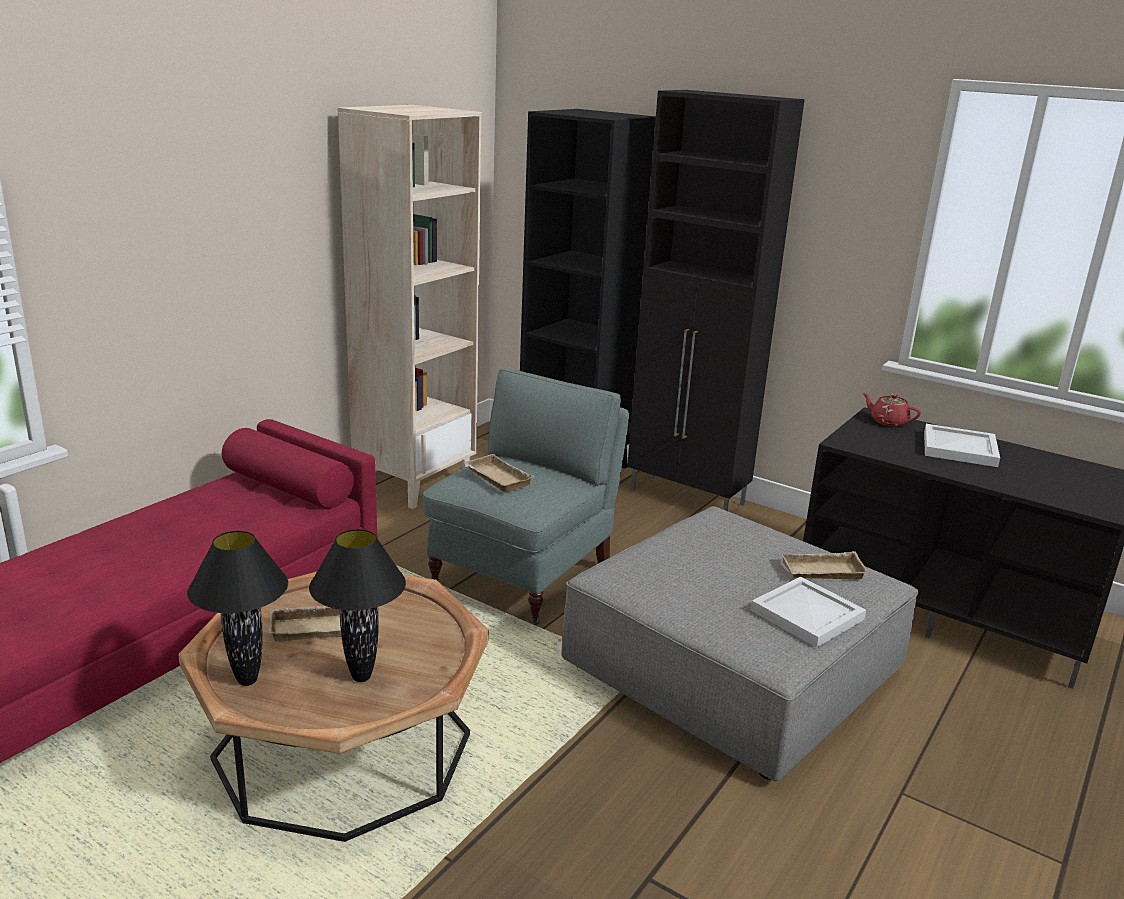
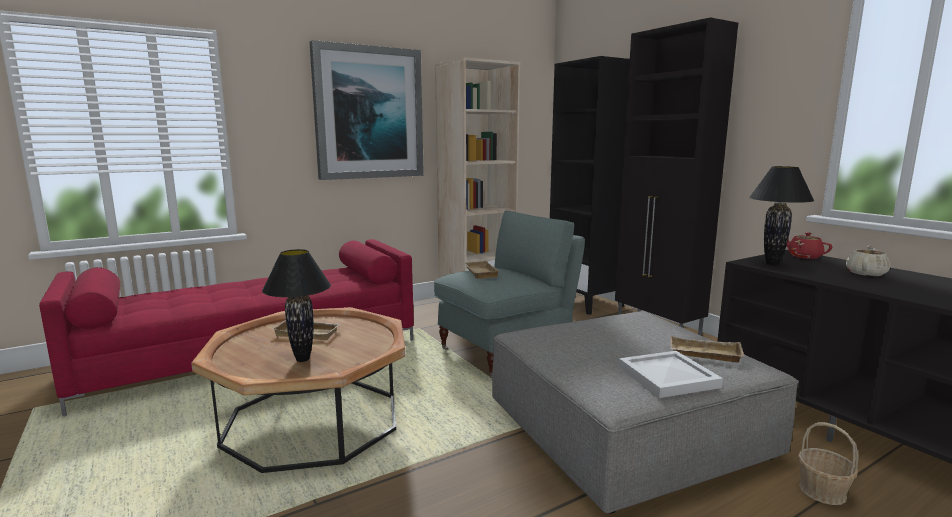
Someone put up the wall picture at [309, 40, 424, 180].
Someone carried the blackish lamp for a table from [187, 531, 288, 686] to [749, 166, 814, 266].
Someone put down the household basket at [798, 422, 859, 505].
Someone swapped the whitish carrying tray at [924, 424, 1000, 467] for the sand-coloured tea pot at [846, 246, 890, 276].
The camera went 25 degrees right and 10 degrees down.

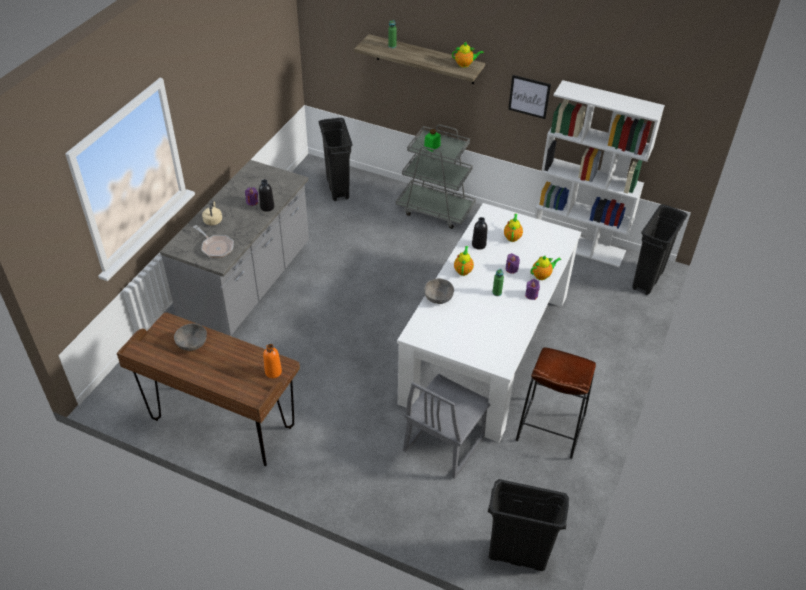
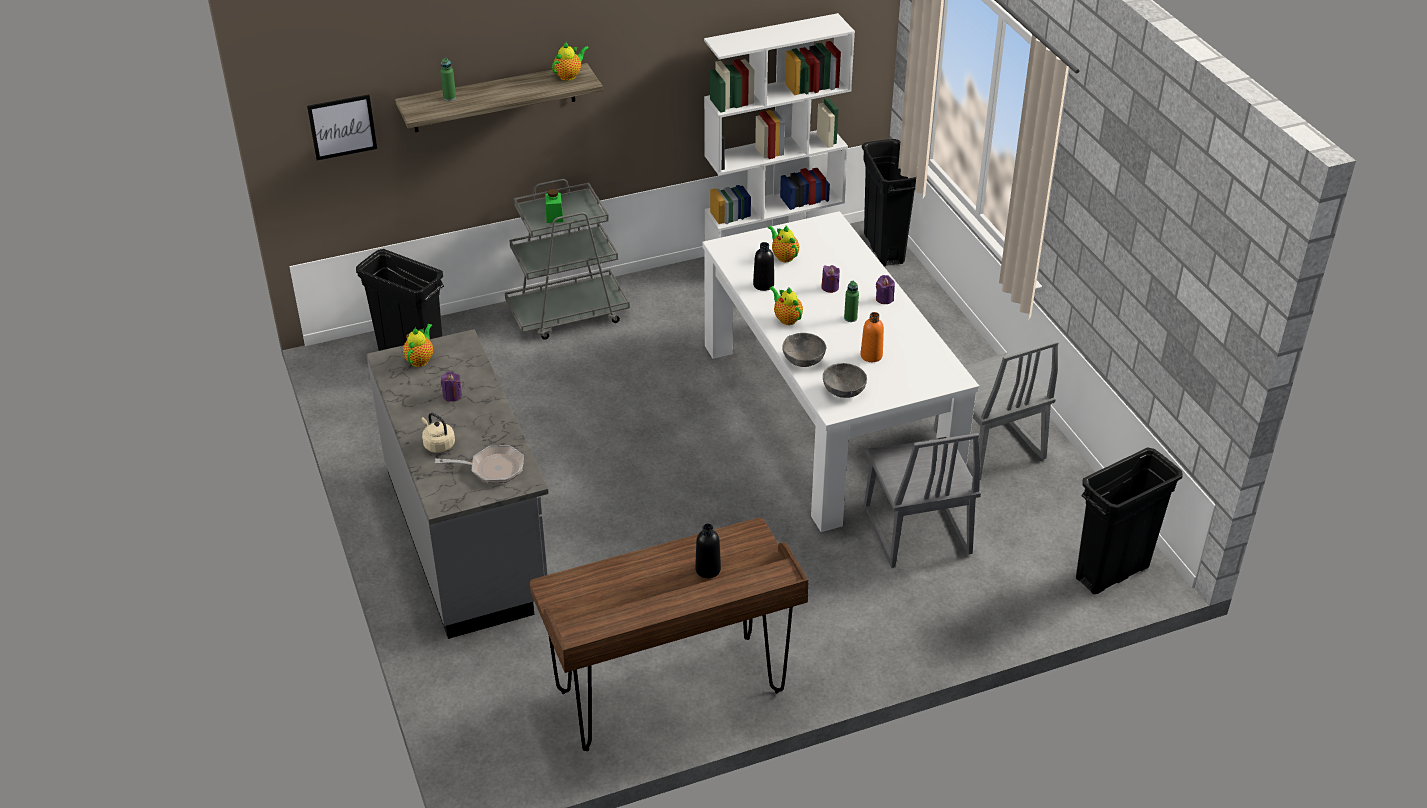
Someone carried the wall picture from [508, 75, 551, 119] to [307, 94, 377, 160].
Someone carried the tea pot from [530, 255, 561, 280] to [403, 324, 433, 367].
Someone carried the blackish bottle from [259, 179, 274, 212] to [695, 524, 721, 578].
Someone carried the grey bowl from [174, 323, 207, 351] to [823, 363, 867, 398].
Someone carried the orange-coloured bottle from [263, 344, 282, 378] to [860, 312, 884, 362].
Someone swapped the brownish sitting stool at [516, 347, 596, 459] for the grey chair at [934, 341, 1059, 480].
The camera went 45 degrees left and 5 degrees down.

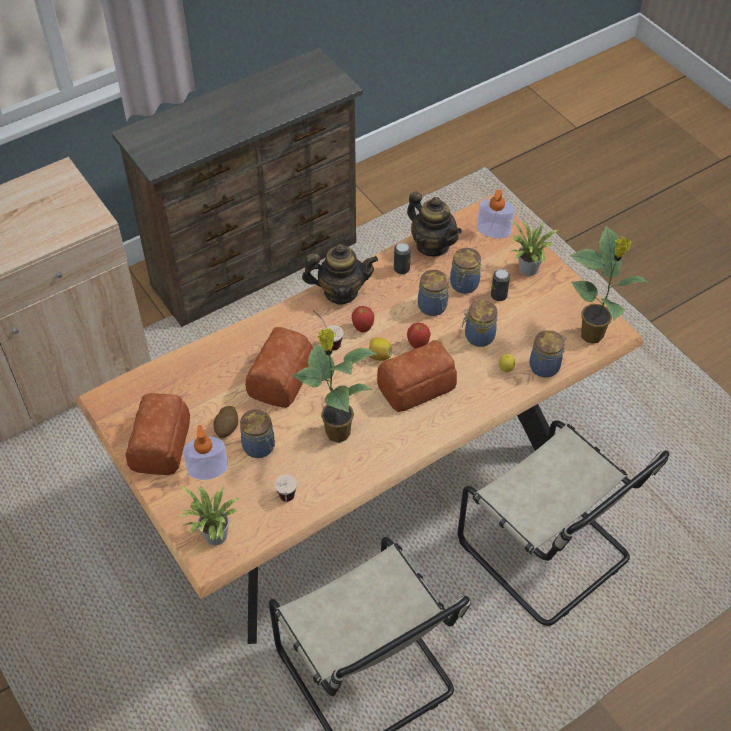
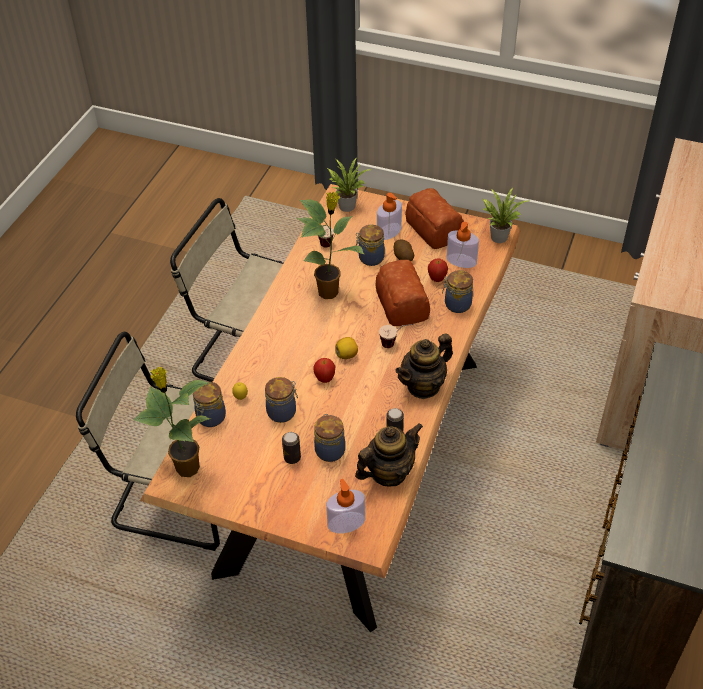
Someone rotated the tea pot at [407, 192, 462, 257] by 135 degrees clockwise.
Someone carried the apple from [352, 306, 374, 332] to [428, 259, 448, 282].
Someone carried the preserve jar from [418, 270, 448, 316] to [442, 270, 473, 313].
Someone put down the soap dispenser at [446, 222, 479, 268].
Someone carried the potted plant from [509, 220, 558, 276] to [482, 187, 528, 243].
Someone took away the bread at [377, 340, 457, 412].
The camera went 145 degrees right and 5 degrees down.

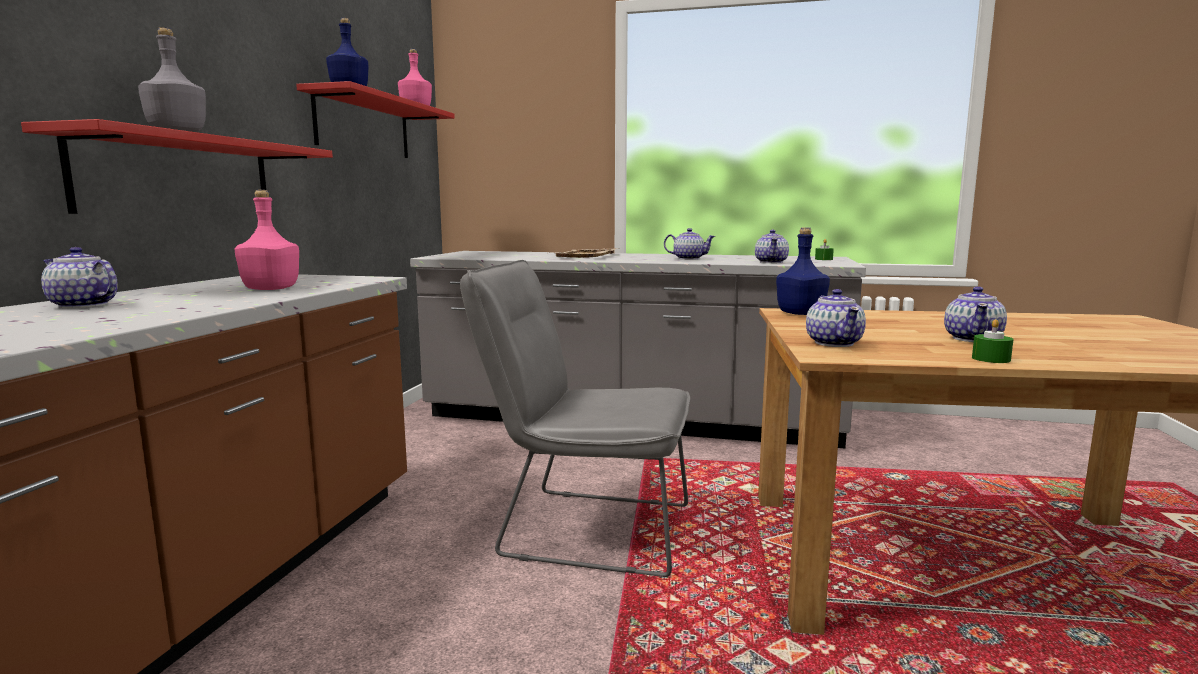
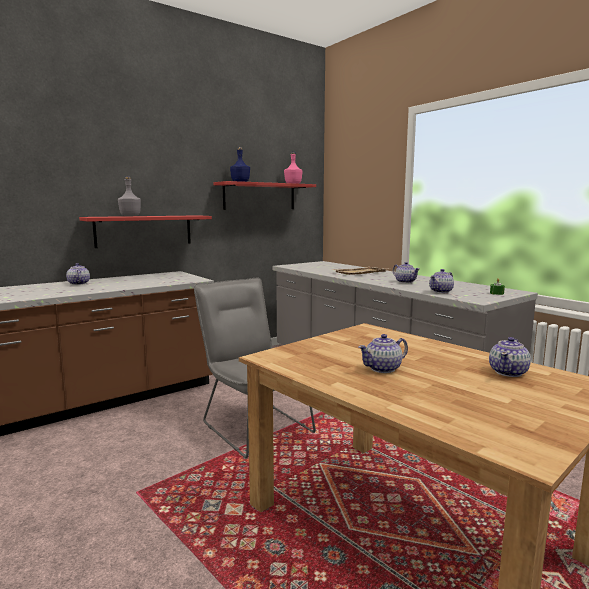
Someone carried the tea pot from [806, 289, 866, 347] to [489, 337, 531, 377].
Someone took away the pink-coloured bottle at [234, 190, 299, 290].
Someone took away the blue-coloured bottle at [776, 227, 830, 315].
Someone took away the green-coloured wax light at [972, 319, 1014, 363].
The camera went 40 degrees right and 0 degrees up.

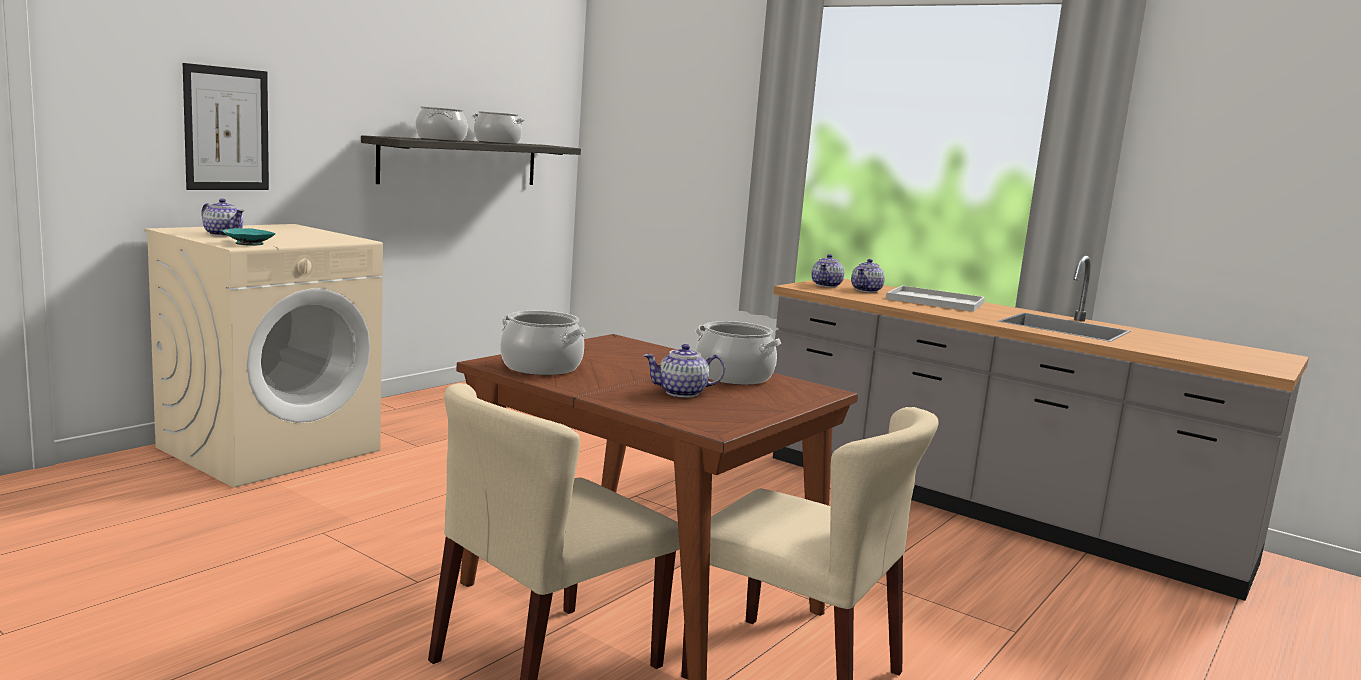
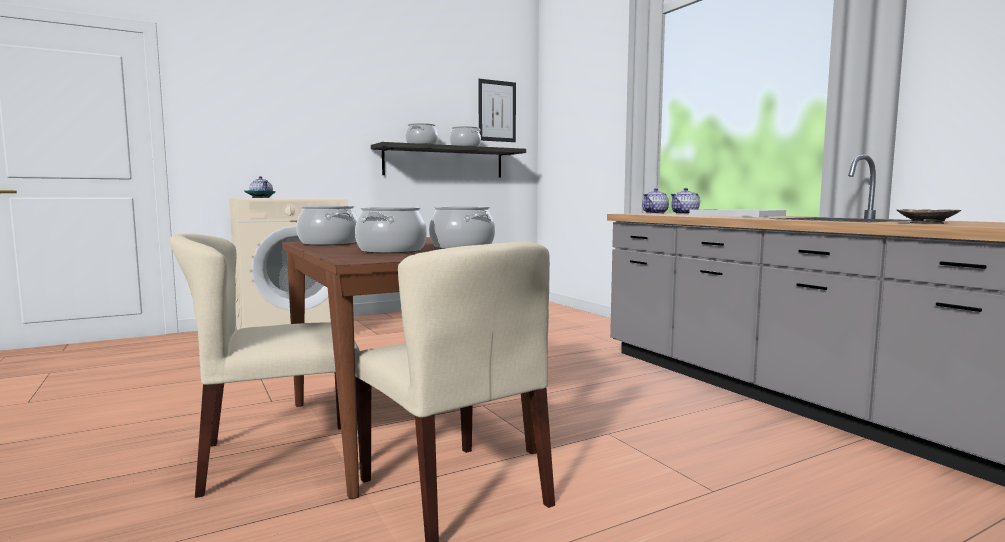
Someone swapped the tea pot at [643, 344, 725, 398] for the cooking pot at [355, 207, 427, 253].
Someone carried the wall picture from [183, 63, 269, 190] to [478, 79, 516, 142].
Someone put down the brownish bowl at [896, 209, 961, 224].
The camera went 25 degrees right and 5 degrees down.

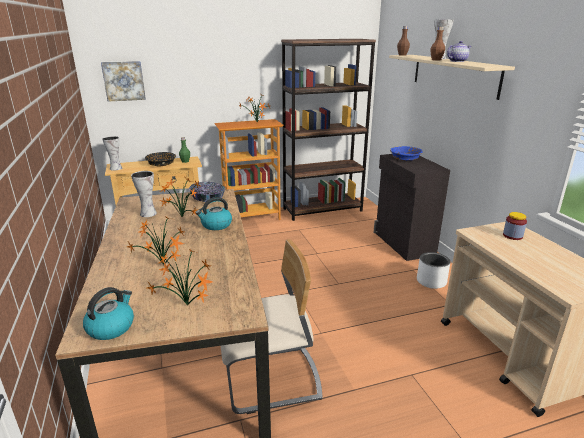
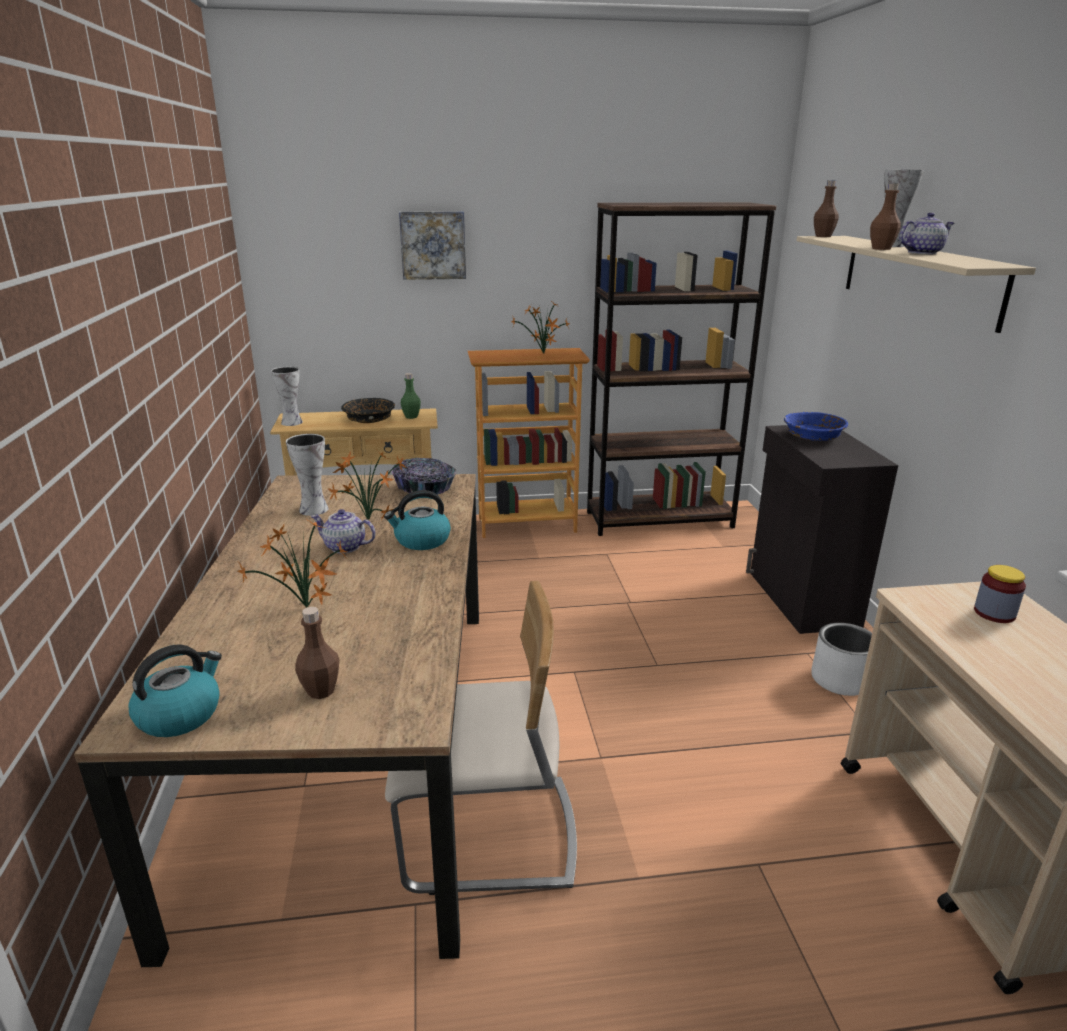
Someone swapped the potted plant at [147, 249, 213, 305] for the brownish bottle at [295, 607, 339, 699].
Someone put down the tea pot at [311, 509, 375, 554].
Someone carried the wall picture from [101, 61, 146, 102] to [399, 211, 466, 280].
The camera went 10 degrees right and 0 degrees up.

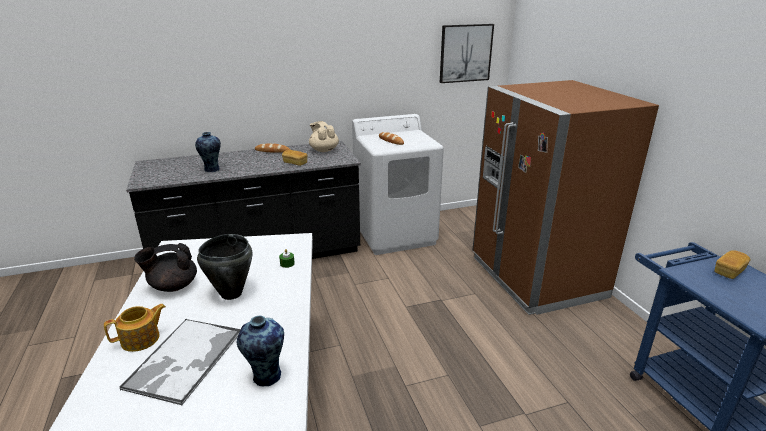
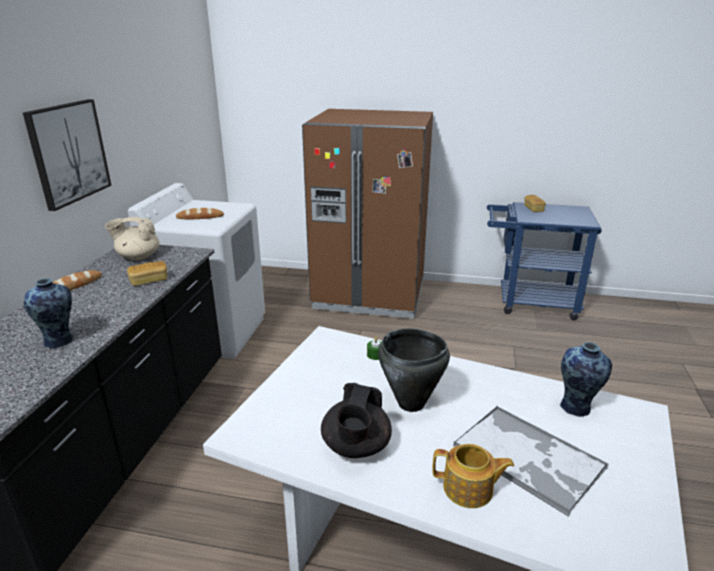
Someone carried the wall picture from [440, 24, 494, 83] to [23, 99, 112, 211].
Someone rotated the tea pot at [104, 304, 166, 352] by 105 degrees clockwise.
The camera went 60 degrees left and 0 degrees up.

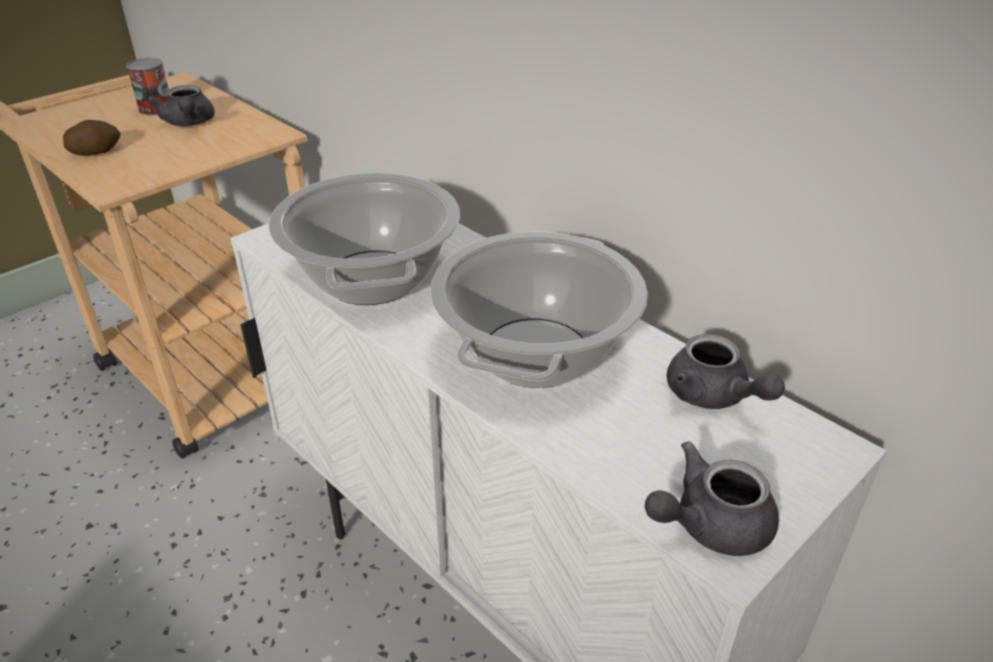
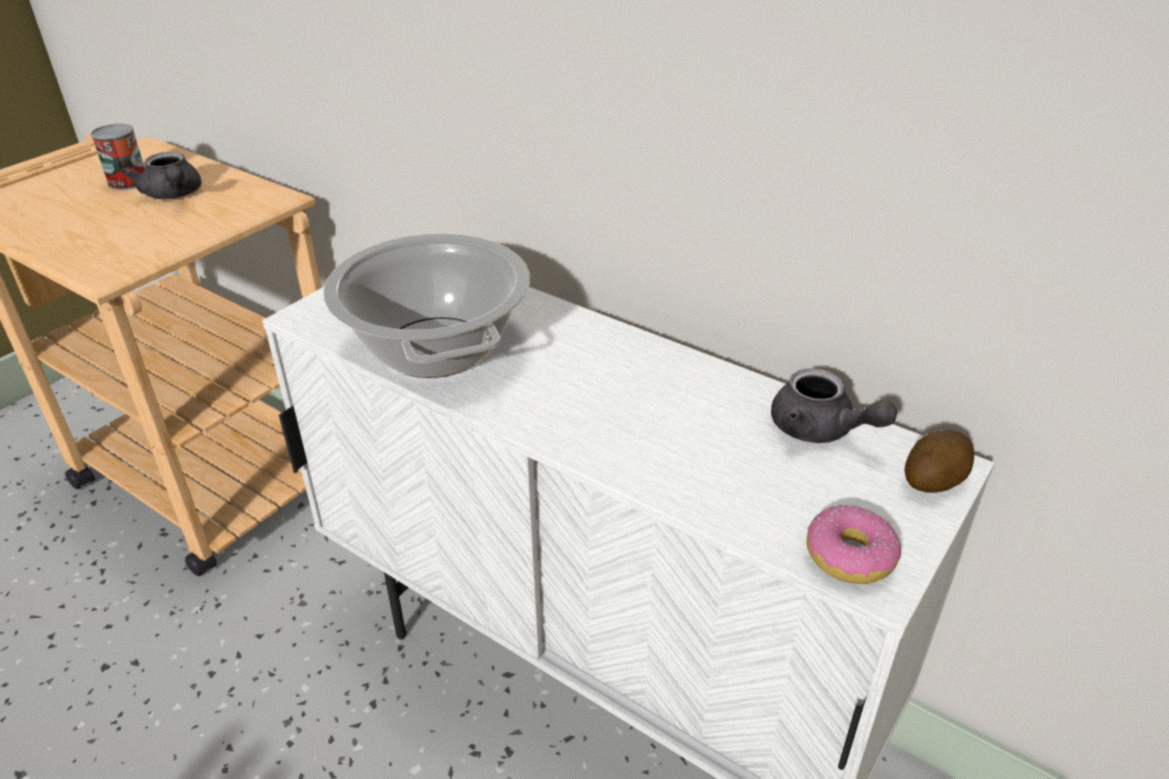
Someone swapped the grey tea pot at [645, 441, 779, 556] for the doughnut at [806, 505, 901, 584].
Someone carried the whole potato from [63, 120, 121, 156] to [904, 430, 974, 493].
Someone took away the cooking pot at [430, 231, 648, 388].
The camera went 10 degrees left and 0 degrees up.

